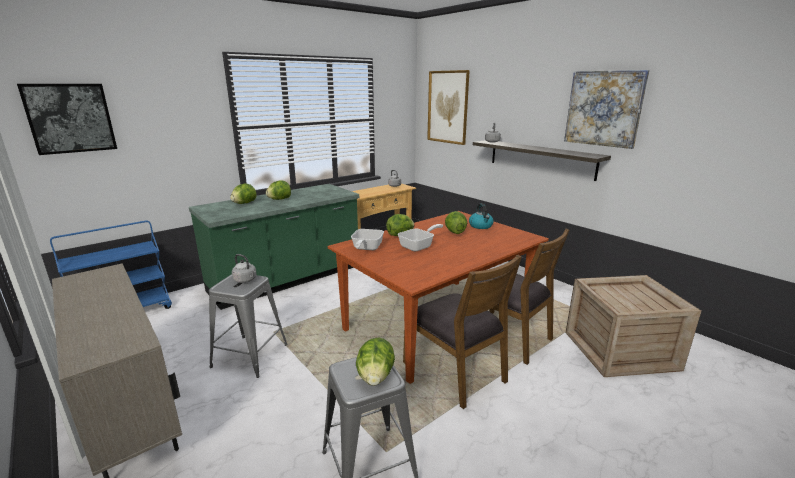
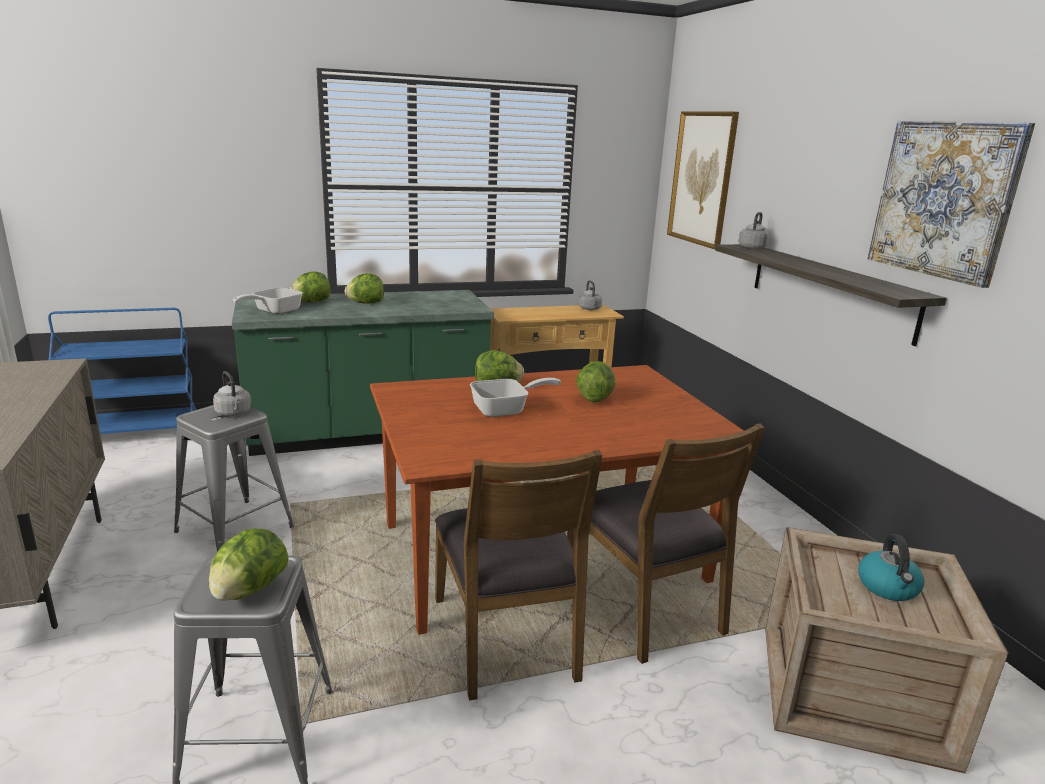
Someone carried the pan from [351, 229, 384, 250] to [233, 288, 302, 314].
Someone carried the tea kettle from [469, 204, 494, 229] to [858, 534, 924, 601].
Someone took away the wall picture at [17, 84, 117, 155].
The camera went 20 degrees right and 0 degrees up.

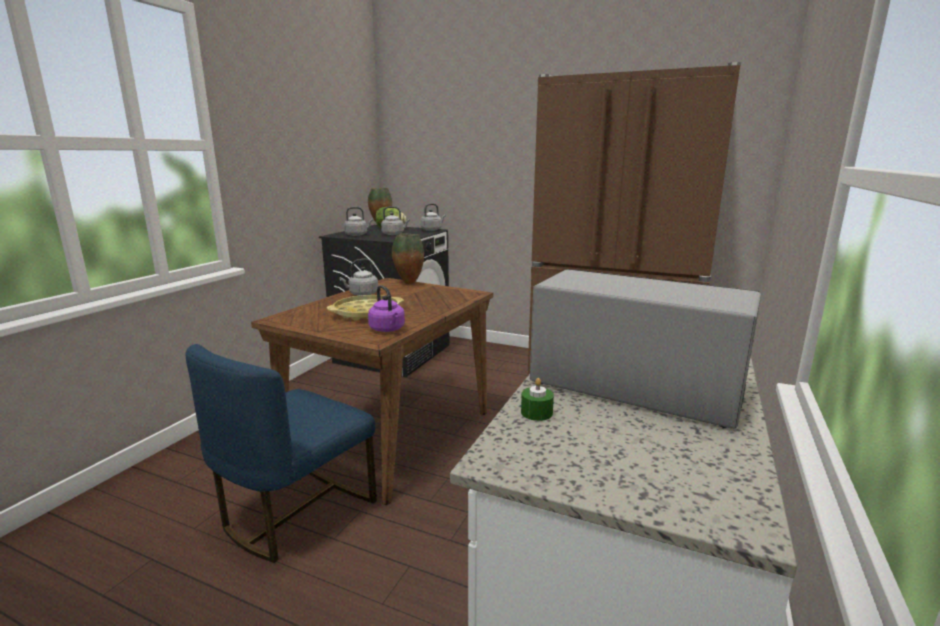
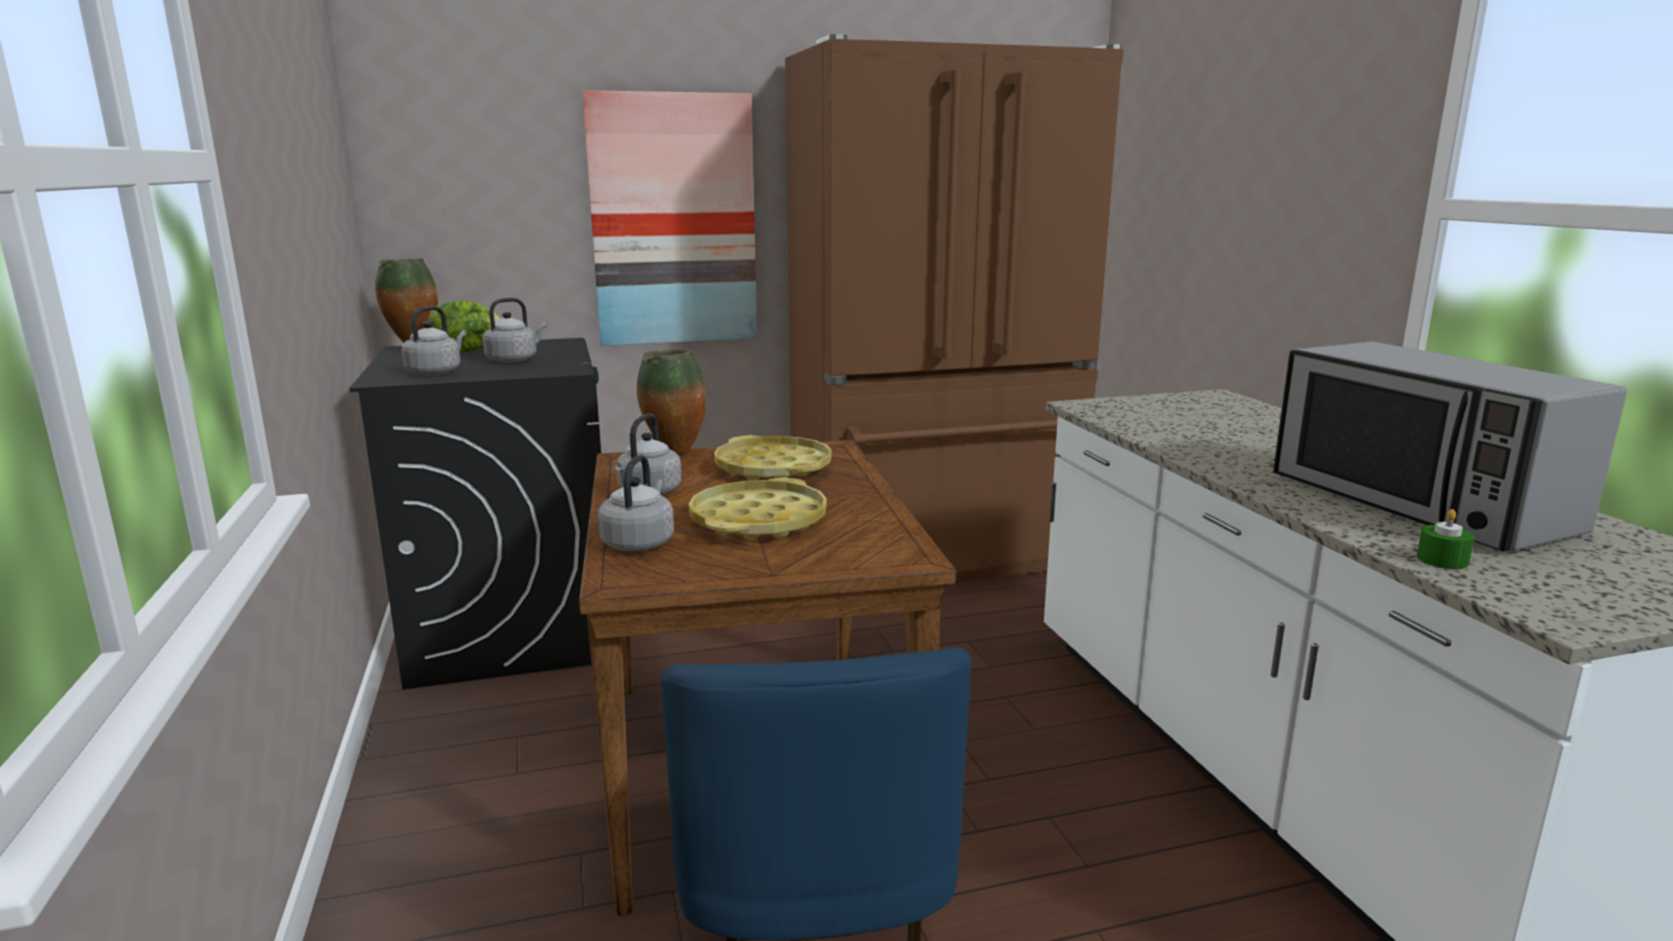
Someone put up the wall picture at [582, 90, 757, 346].
Someone carried the grey tea kettle from [420, 203, 446, 231] to [598, 455, 674, 551].
Someone put down the yellow carrying tray at [714, 435, 832, 481].
Someone rotated the microwave oven at [530, 269, 761, 429] by 105 degrees counterclockwise.
Someone took away the purple-coloured tea kettle at [368, 285, 405, 332].
The camera went 40 degrees left and 0 degrees up.

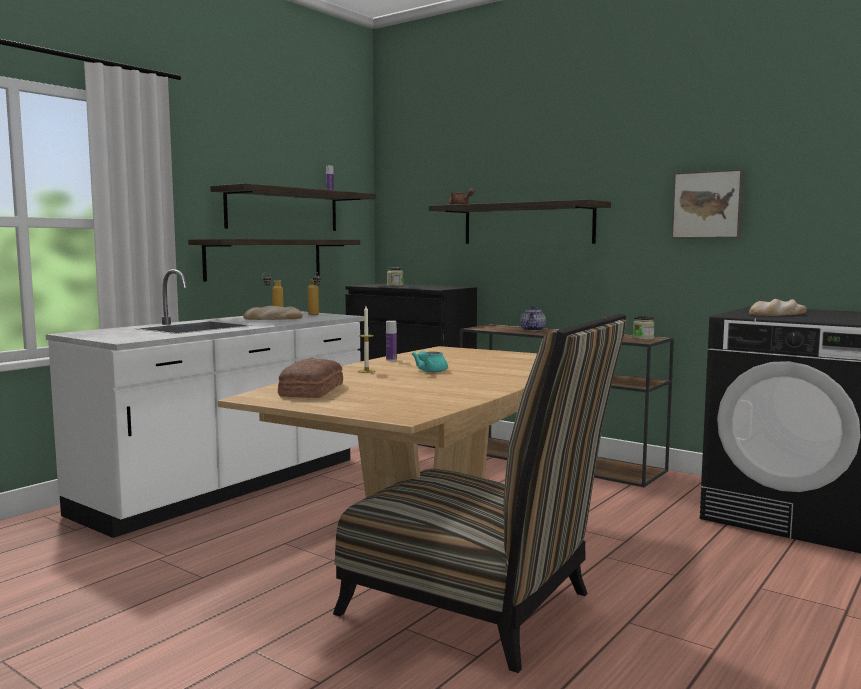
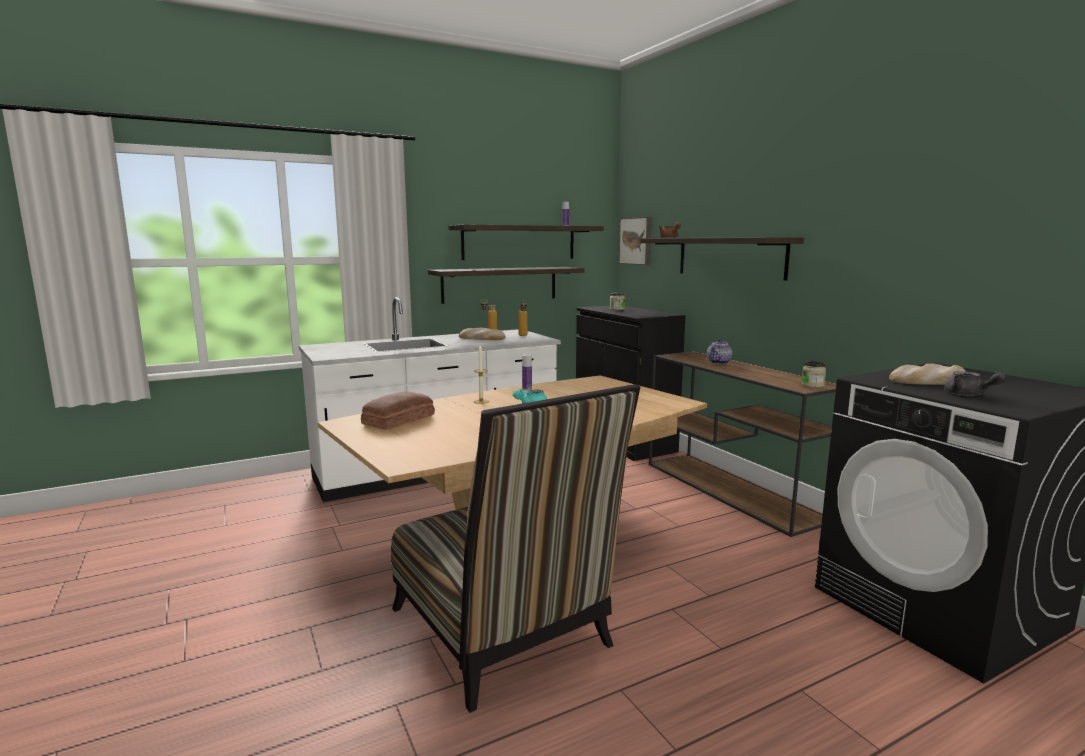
Someone carried the wall picture from [672, 169, 744, 238] to [619, 217, 652, 265].
Someone put down the grey tea pot at [944, 371, 1006, 396].
The camera went 25 degrees right and 5 degrees up.

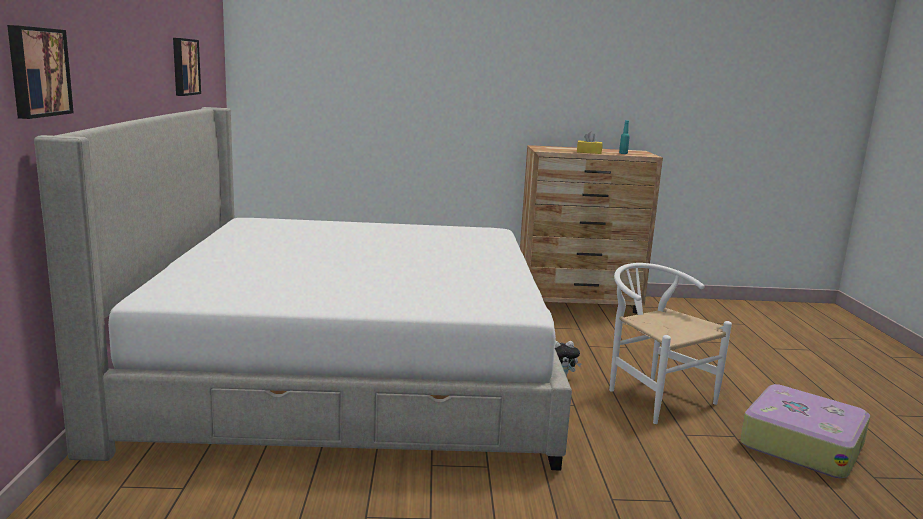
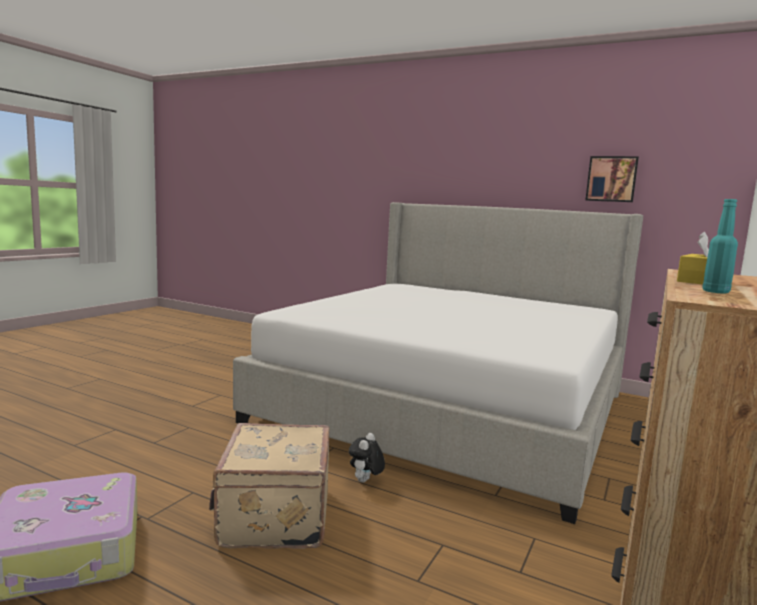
Someone swapped the whitish chair at [609, 263, 732, 424] for the sand-coloured suitcase at [209, 423, 329, 549].
Someone took away the wall picture at [7, 25, 74, 119].
The camera went 120 degrees right and 5 degrees down.

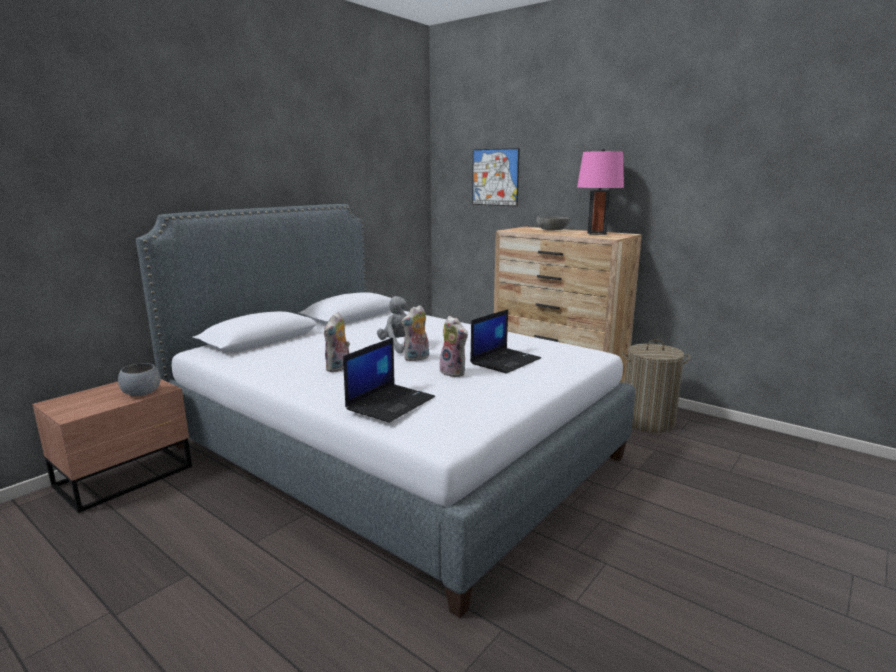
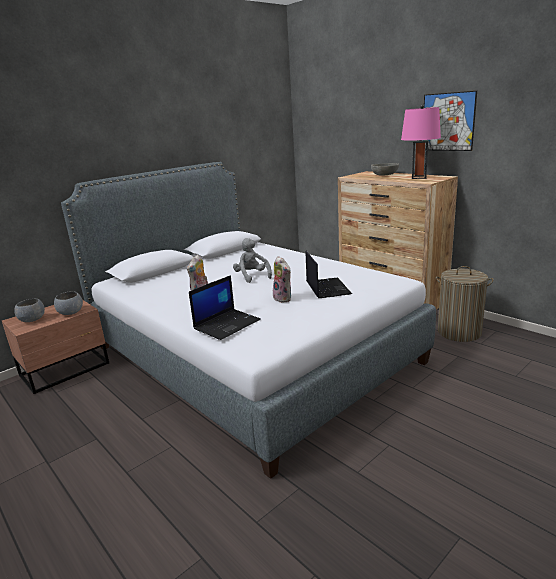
Someone put down the grey bowl at [14, 299, 45, 322].
Someone rotated the portable computer at [470, 309, 541, 373] by 60 degrees counterclockwise.
Someone carried the wall picture from [472, 148, 520, 207] to [424, 91, 477, 151].
Someone took away the soft toy at [401, 305, 429, 361].
The camera went 10 degrees right and 5 degrees up.

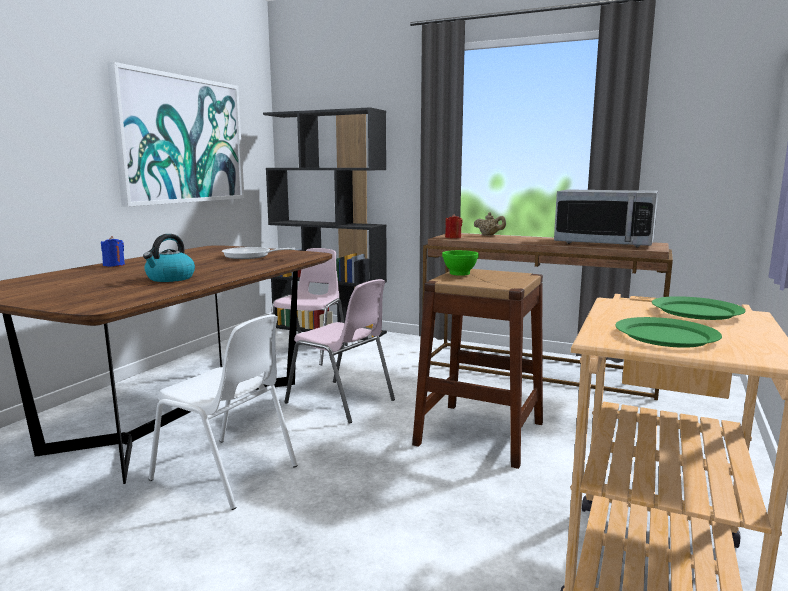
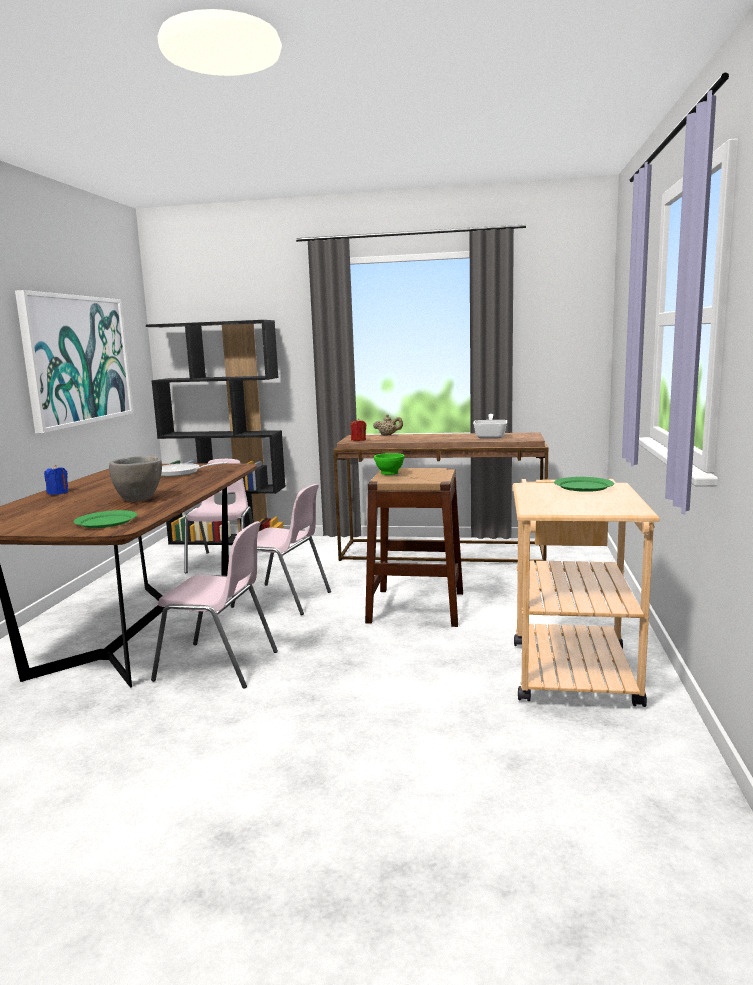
Someone carried the green-coloured dinner plate from [615, 317, 722, 348] to [74, 510, 137, 528].
Someone swapped the tea kettle at [143, 234, 195, 282] for the grey bowl at [109, 456, 162, 502].
Someone repainted the whitish chair at [148, 314, 298, 510], which became the pink-coloured chair at [151, 521, 278, 689].
Someone swapped the microwave oven at [554, 189, 658, 247] for the pan at [473, 414, 507, 439].
The camera went 15 degrees left and 0 degrees up.

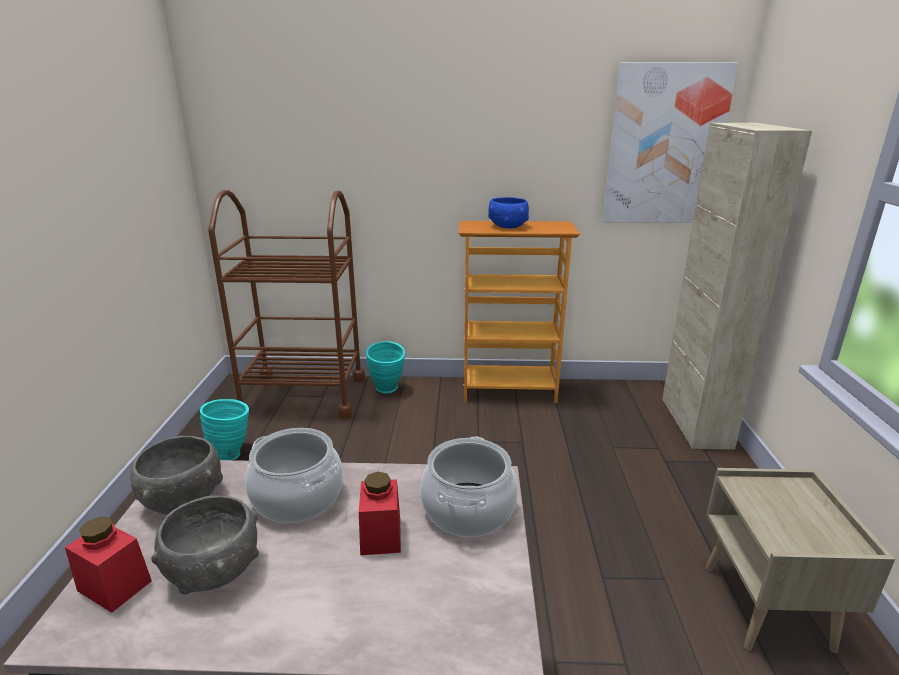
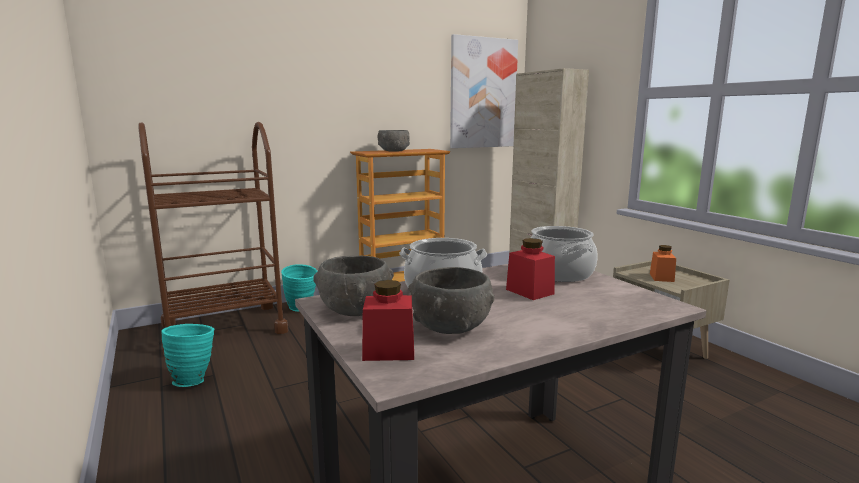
Someone repainted the blue-coloured bowl at [488, 197, 529, 228], which became the grey bowl at [378, 130, 410, 152].
Someone put down the orange-coloured preserve jar at [650, 245, 676, 282].
The camera went 30 degrees left and 10 degrees down.

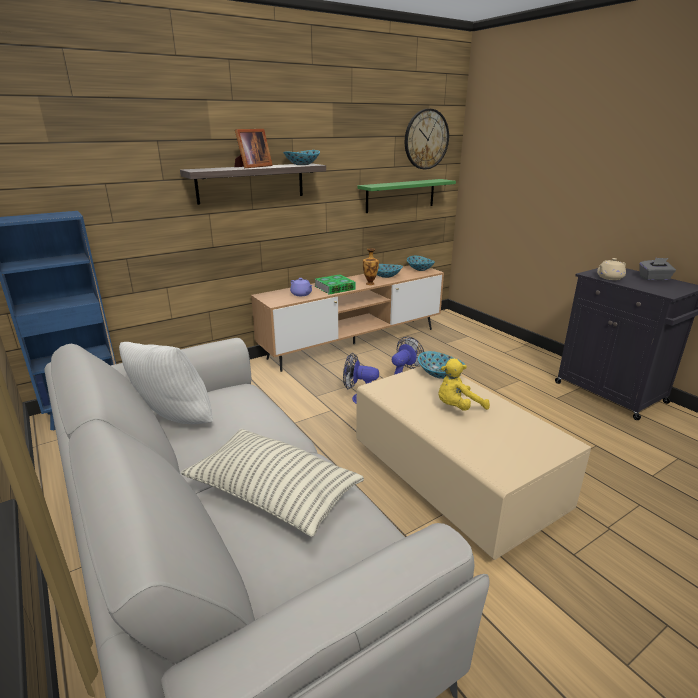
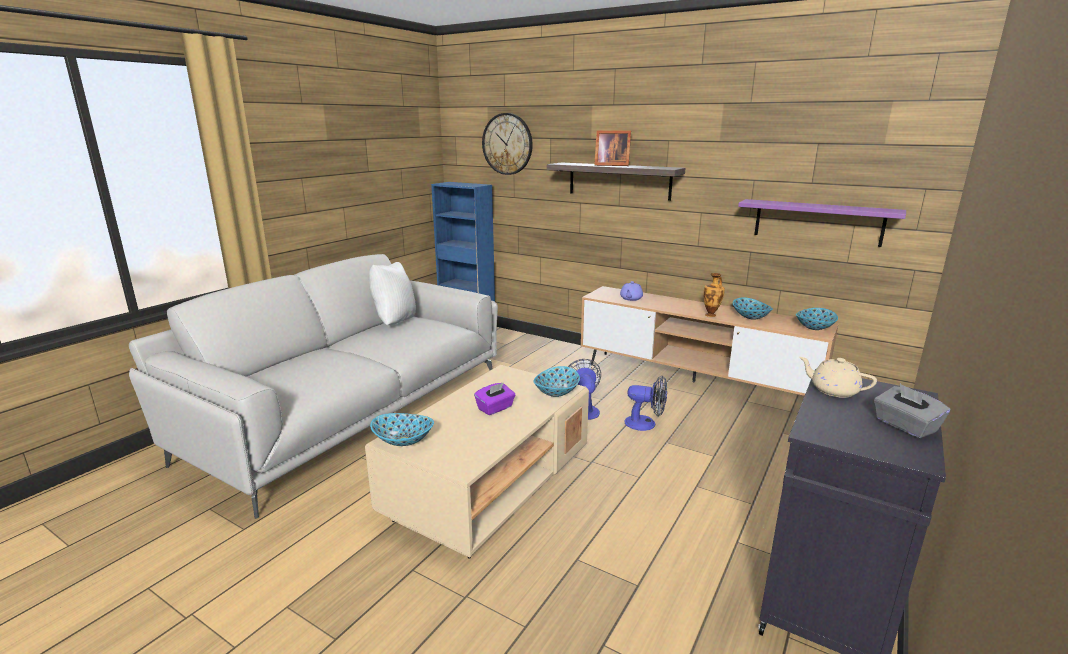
Someone carried the bowl from [283, 150, 320, 165] to [370, 413, 434, 446].
Someone swapped the yellow soft toy at [438, 359, 490, 411] for the purple-coloured box of tissues at [474, 382, 515, 415].
Someone carried the wall clock from [405, 109, 449, 169] to [482, 113, 533, 175].
Someone repainted the green-coloured bracket shelf at [358, 179, 456, 213], which became the purple-coloured bracket shelf at [738, 199, 906, 247].
Someone took away the pillow at [181, 429, 364, 537].
Someone took away the bound book at [315, 274, 356, 294].
The camera went 65 degrees right and 5 degrees down.

